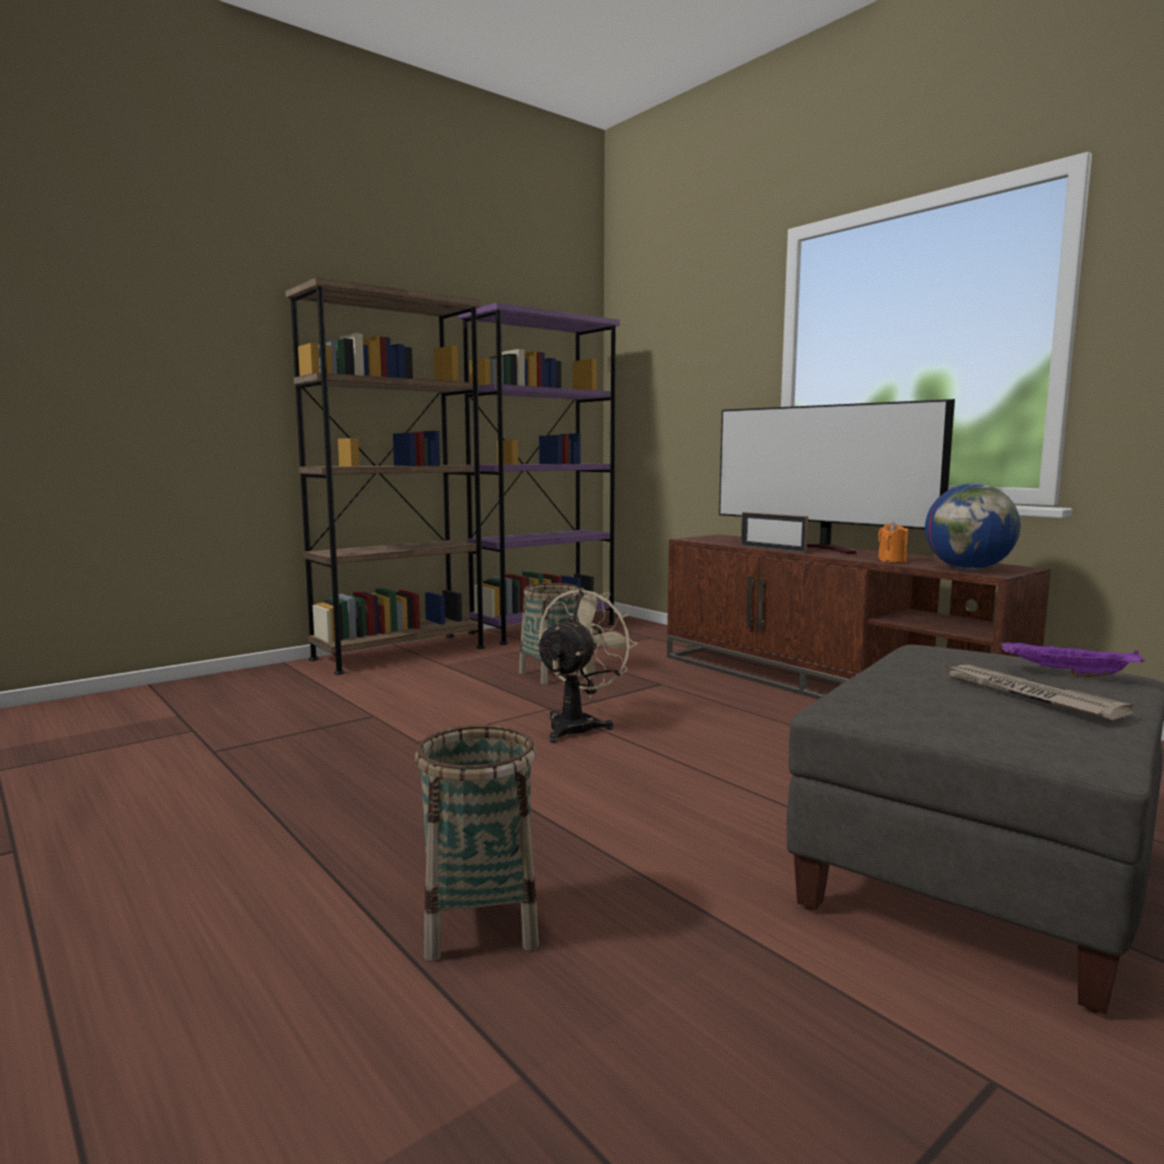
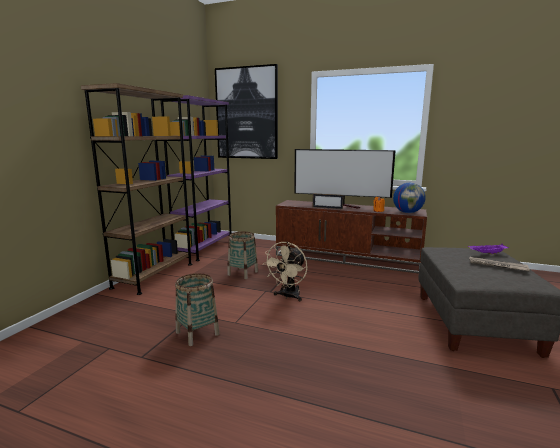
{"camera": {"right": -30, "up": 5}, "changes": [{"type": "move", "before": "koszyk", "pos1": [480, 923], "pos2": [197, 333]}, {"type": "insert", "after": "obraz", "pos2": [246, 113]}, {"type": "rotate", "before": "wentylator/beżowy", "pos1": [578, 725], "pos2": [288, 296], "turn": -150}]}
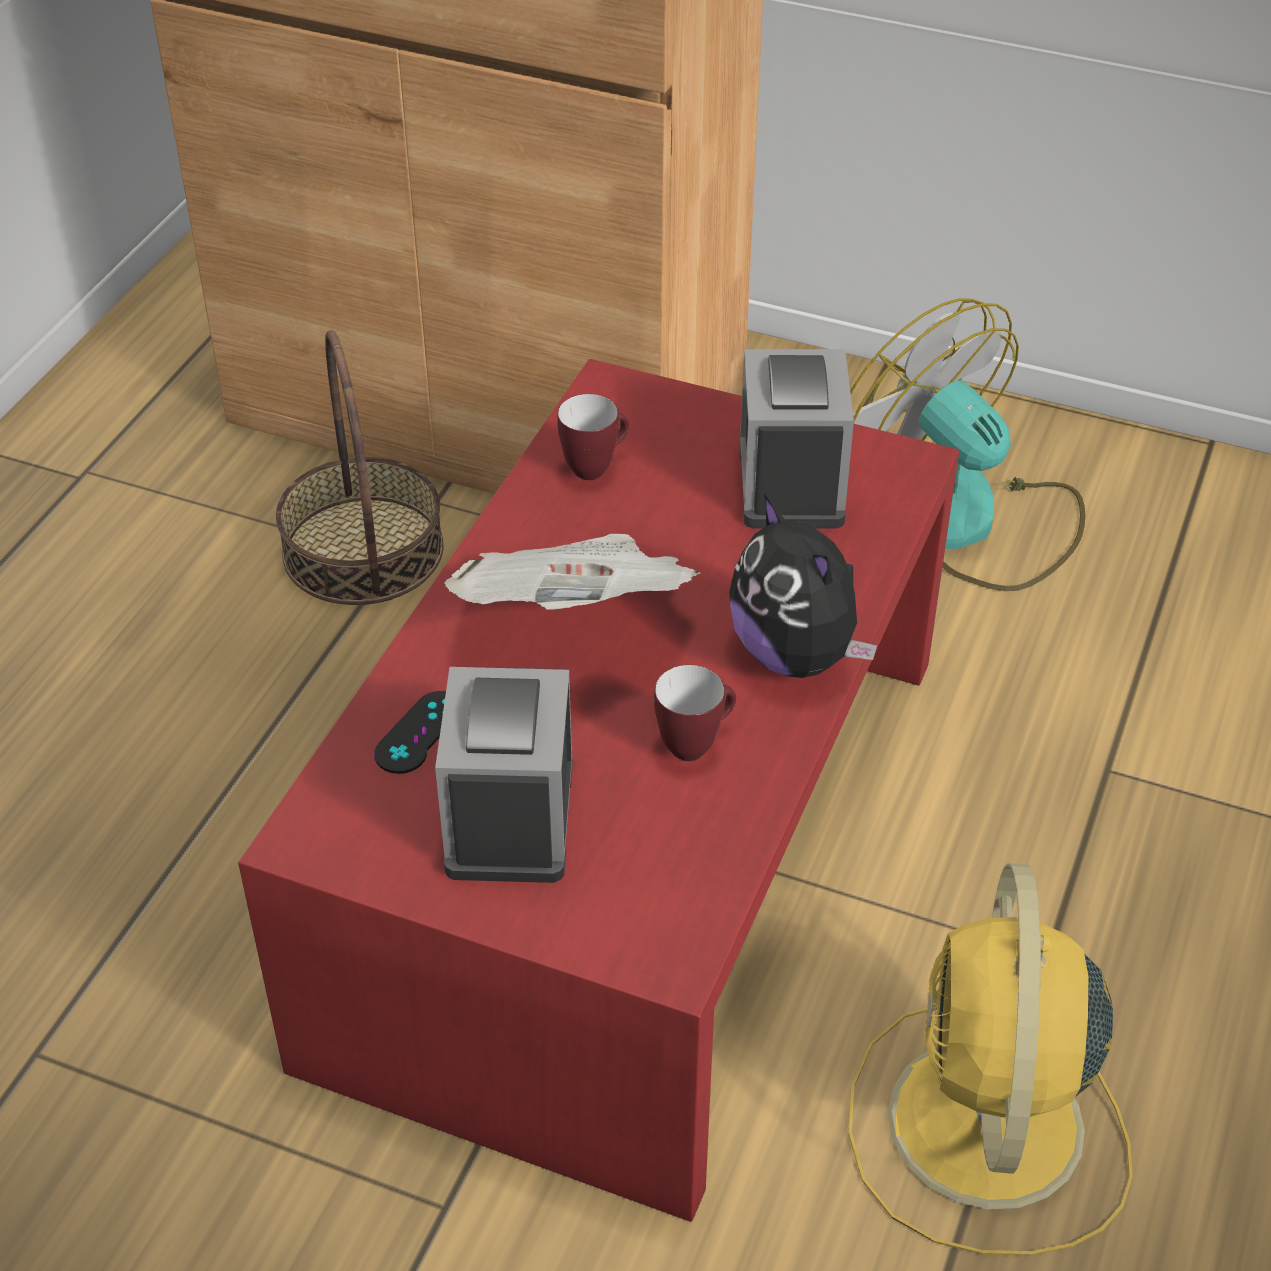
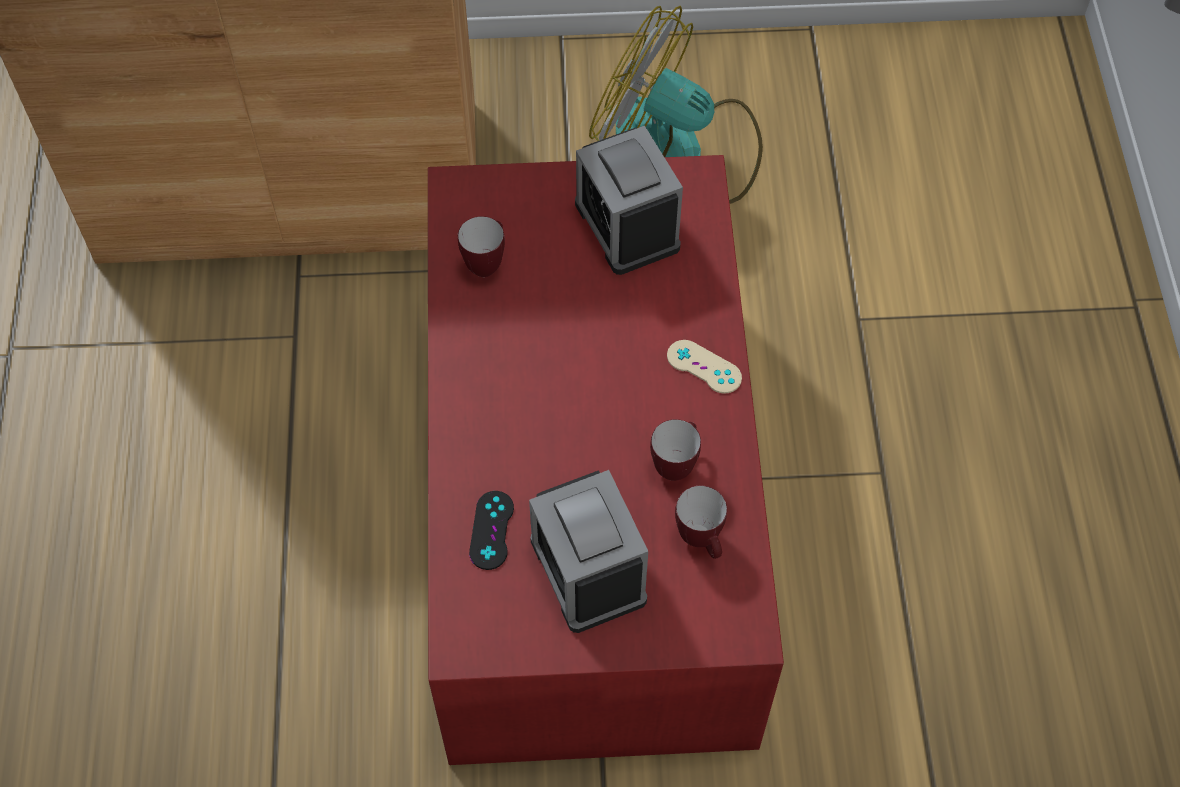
{"camera": {"right": -25, "up": 15}, "changes": [{"type": "replace", "before": "pluszak", "after": "pad do gier/beżowy", "pos1": [797, 654], "pos2": [704, 367]}, {"type": "insert", "after": "kubek", "pos2": [702, 541]}, {"type": "delete", "before": "koszyk", "pos1": [362, 550]}, {"type": "delete", "before": "gazeta", "pos1": [576, 620]}, {"type": "delete", "before": "wentylator/żółty", "pos1": [985, 1131]}]}
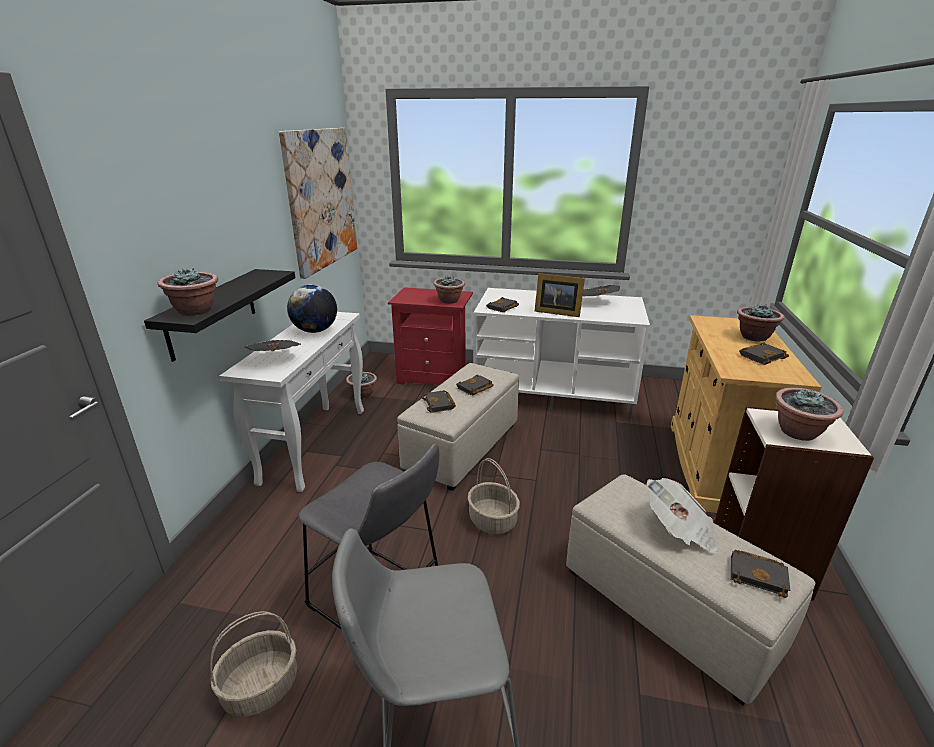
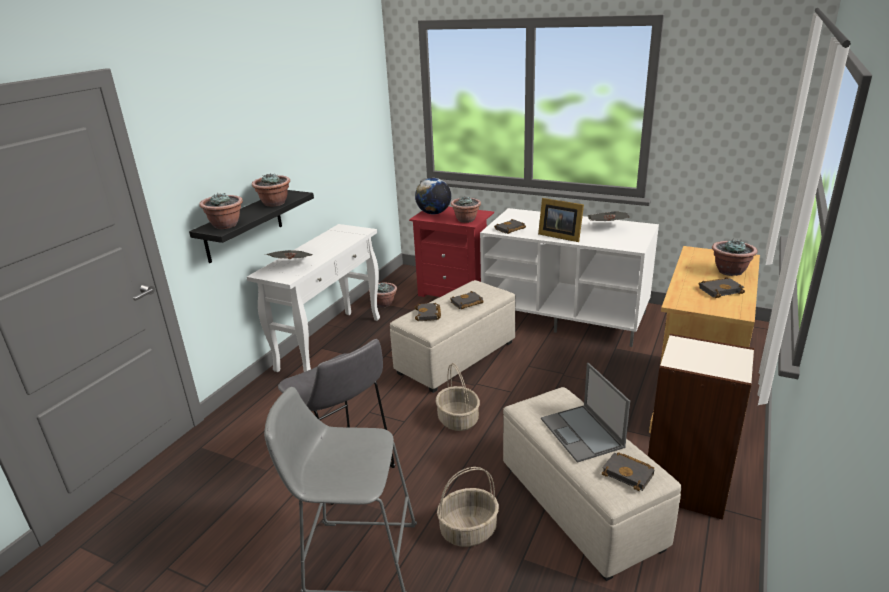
{"camera": {"right": 15, "up": 0}, "changes": [{"type": "move", "before": "roślina doniczkowa", "pos1": [798, 432], "pos2": [274, 203]}, {"type": "move", "before": "globus", "pos1": [315, 331], "pos2": [434, 213]}, {"type": "move", "before": "koszyk", "pos1": [261, 686], "pos2": [469, 530]}, {"type": "replace", "before": "gazeta", "after": "laptop", "pos1": [679, 530], "pos2": [582, 433]}, {"type": "delete", "before": "obraz", "pos1": [321, 199]}]}
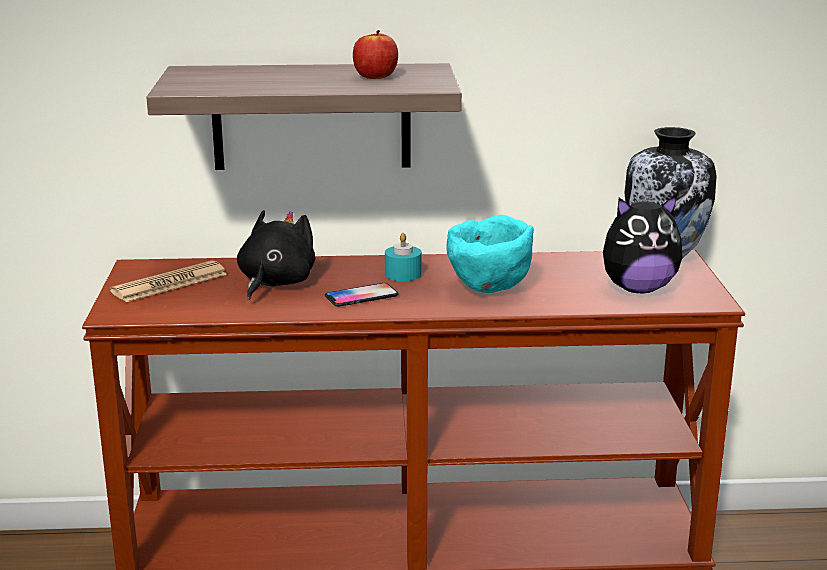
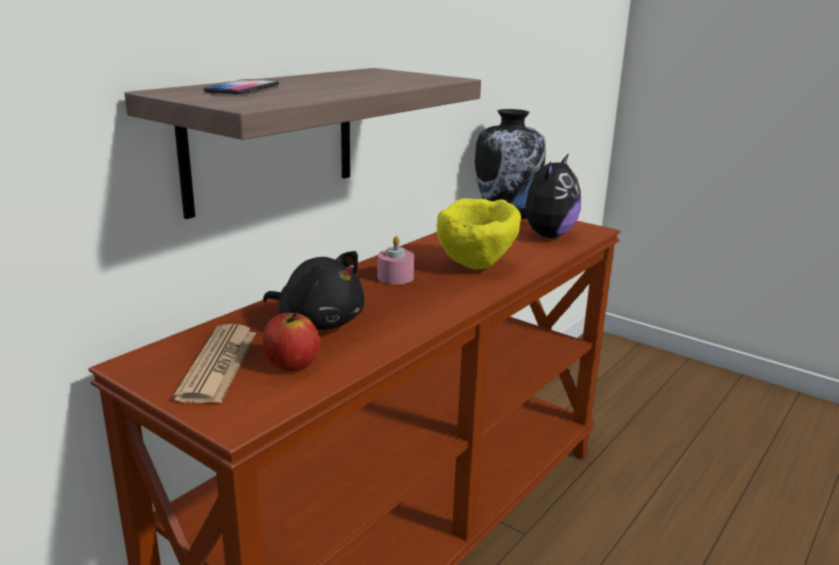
{"camera": {"right": -50, "up": 0}, "changes": [{"type": "move", "before": "telefon", "pos1": [361, 296], "pos2": [243, 89]}, {"type": "rotate", "before": "pluszak/czarny", "pos1": [275, 283], "pos2": [318, 322], "turn": 150}, {"type": "move", "before": "jabłko", "pos1": [375, 76], "pos2": [291, 364]}, {"type": "recolor", "before": "świeca/turkusowy", "after": "świeca/różowy", "pos1": [403, 274], "pos2": [395, 277]}, {"type": "recolor", "before": "miska/turkusowy", "after": "miska/żółty", "pos1": [489, 289], "pos2": [476, 266]}]}
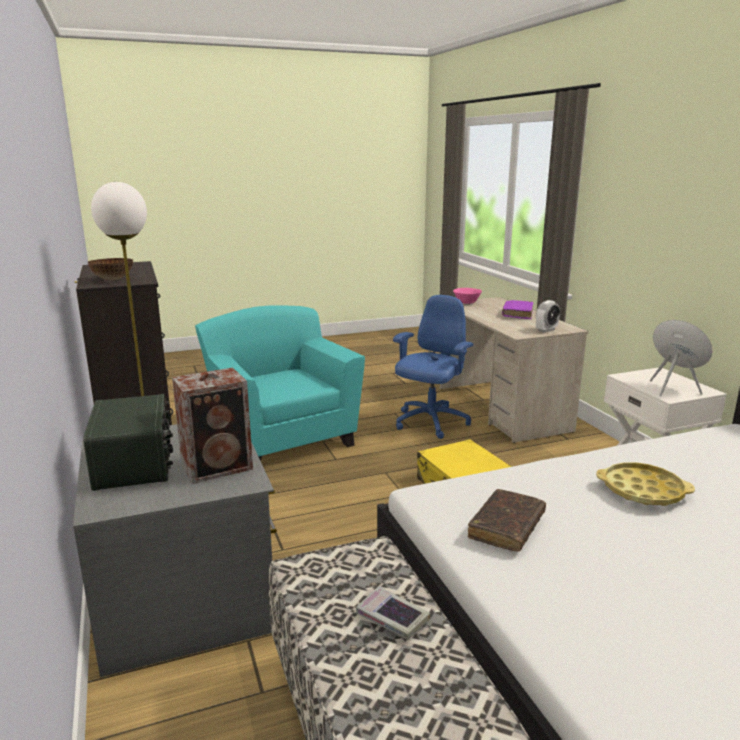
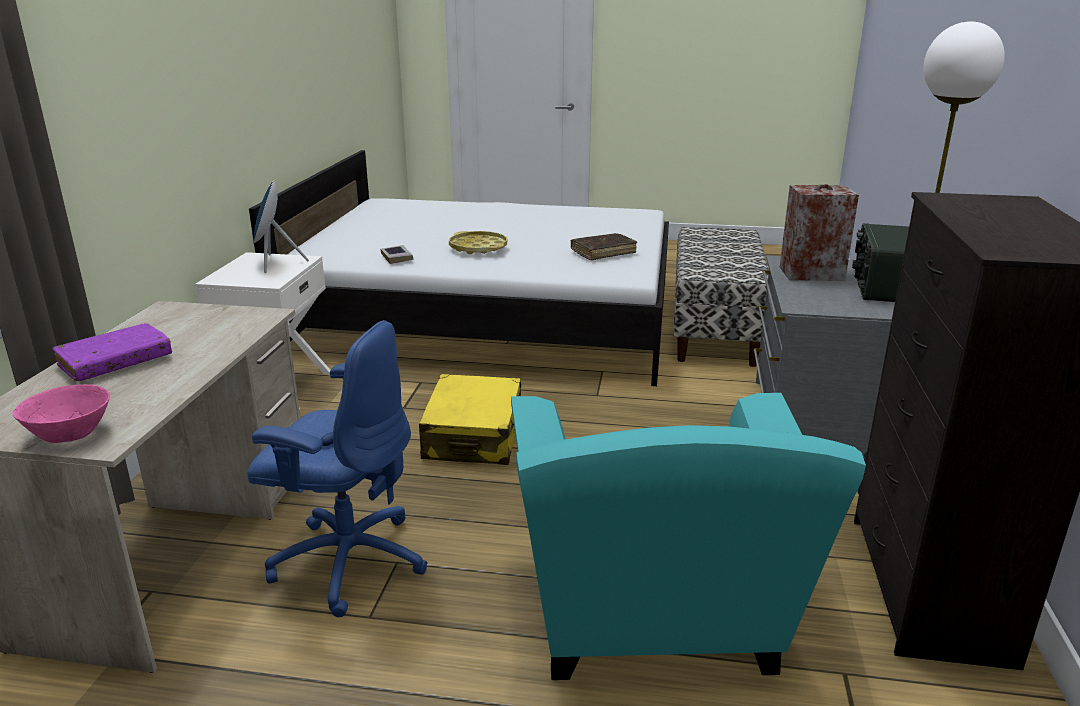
{"camera": {"right": -150, "up": 5}, "changes": [{"type": "rotate", "before": "krzesło biurowe/niebieski", "pos1": [430, 422], "pos2": [348, 561], "turn": -135}, {"type": "move", "before": "książka", "pos1": [392, 618], "pos2": [397, 257]}, {"type": "delete", "before": "miska", "pos1": [113, 279]}, {"type": "delete", "before": "budzik", "pos1": [546, 330]}]}
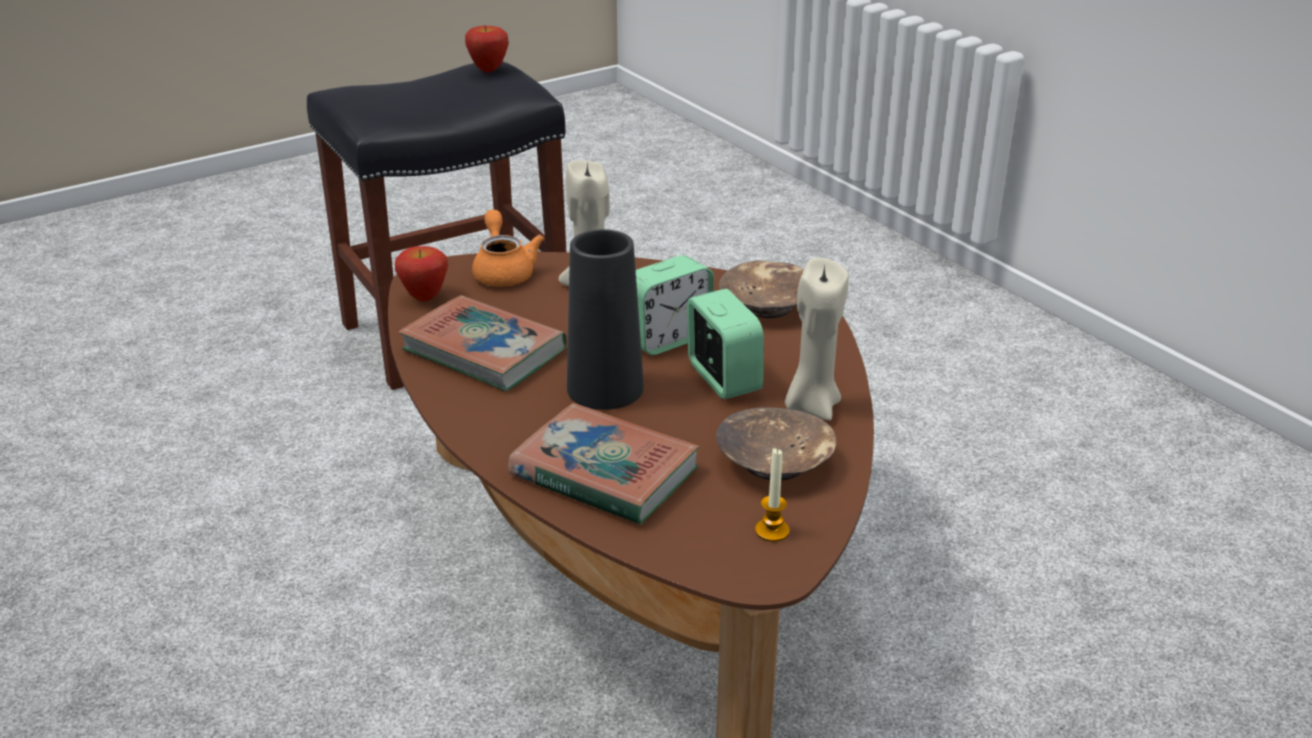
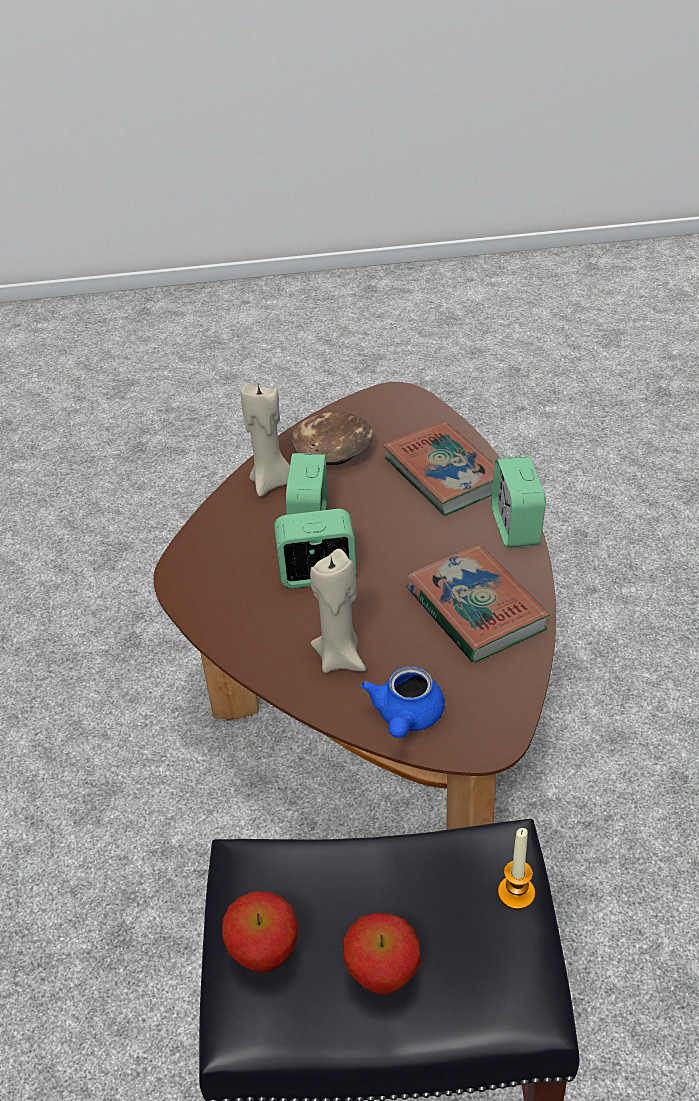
{"camera": {"right": -150, "up": 10}, "changes": [{"type": "move", "before": "jabłko", "pos1": [425, 297], "pos2": [383, 978]}, {"type": "recolor", "before": "imbryk/pomarańczowy", "after": "imbryk/niebieski", "pos1": [504, 271], "pos2": [406, 718]}, {"type": "insert", "after": "budzik", "pos2": [515, 527]}, {"type": "move", "before": "świeca", "pos1": [772, 531], "pos2": [516, 893]}, {"type": "delete", "before": "wazon/czarny", "pos1": [605, 388]}, {"type": "delete", "before": "miska/brązowy", "pos1": [768, 305]}]}
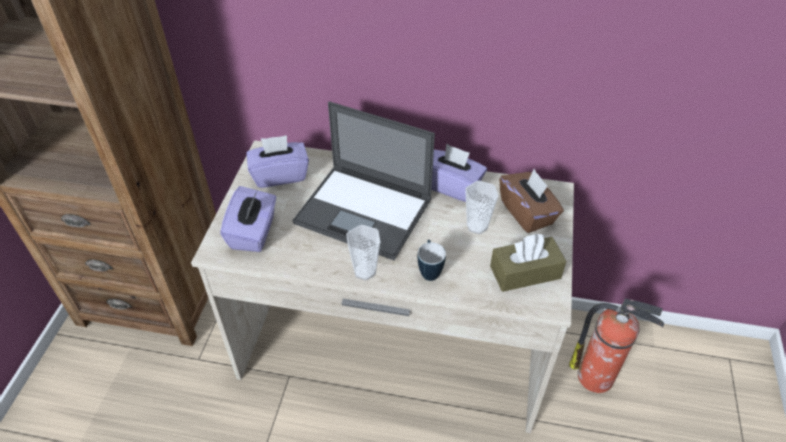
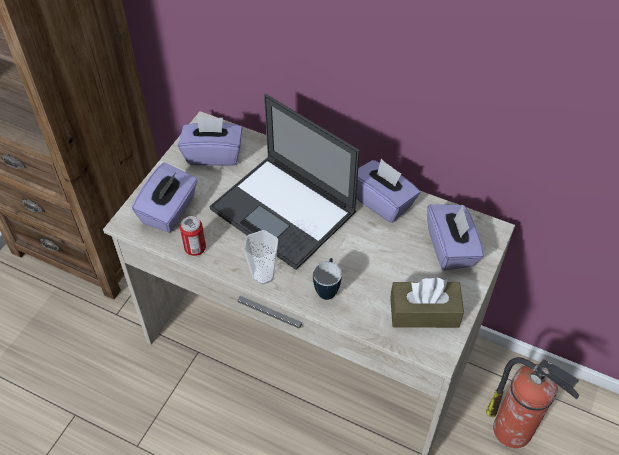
{"camera": {"right": 15, "up": 5}, "changes": [{"type": "insert", "after": "puszka", "pos2": [195, 248]}, {"type": "recolor", "before": "pudełko chusteczek/brązowy", "after": "pudełko chusteczek/fioletowy", "pos1": [527, 213], "pos2": [451, 248]}, {"type": "delete", "before": "filiżanka", "pos1": [477, 226]}]}
